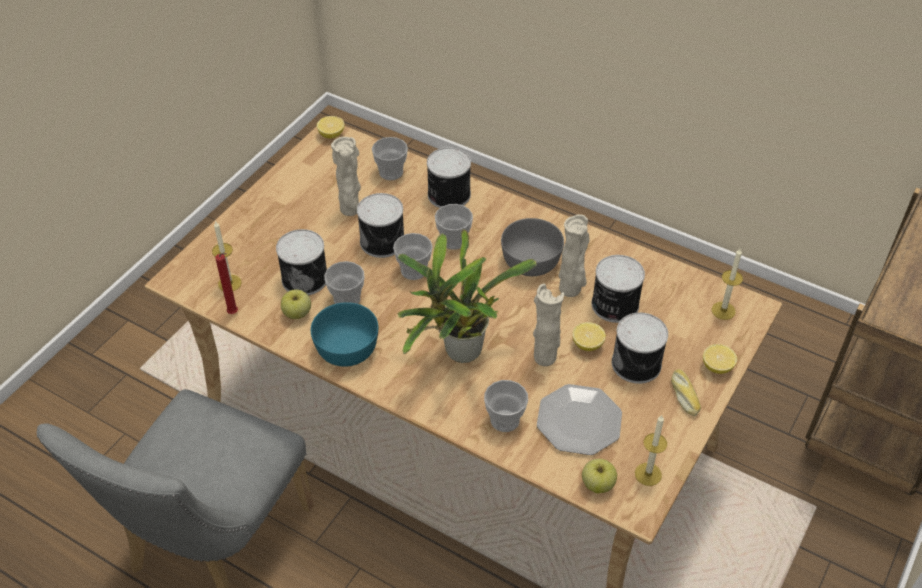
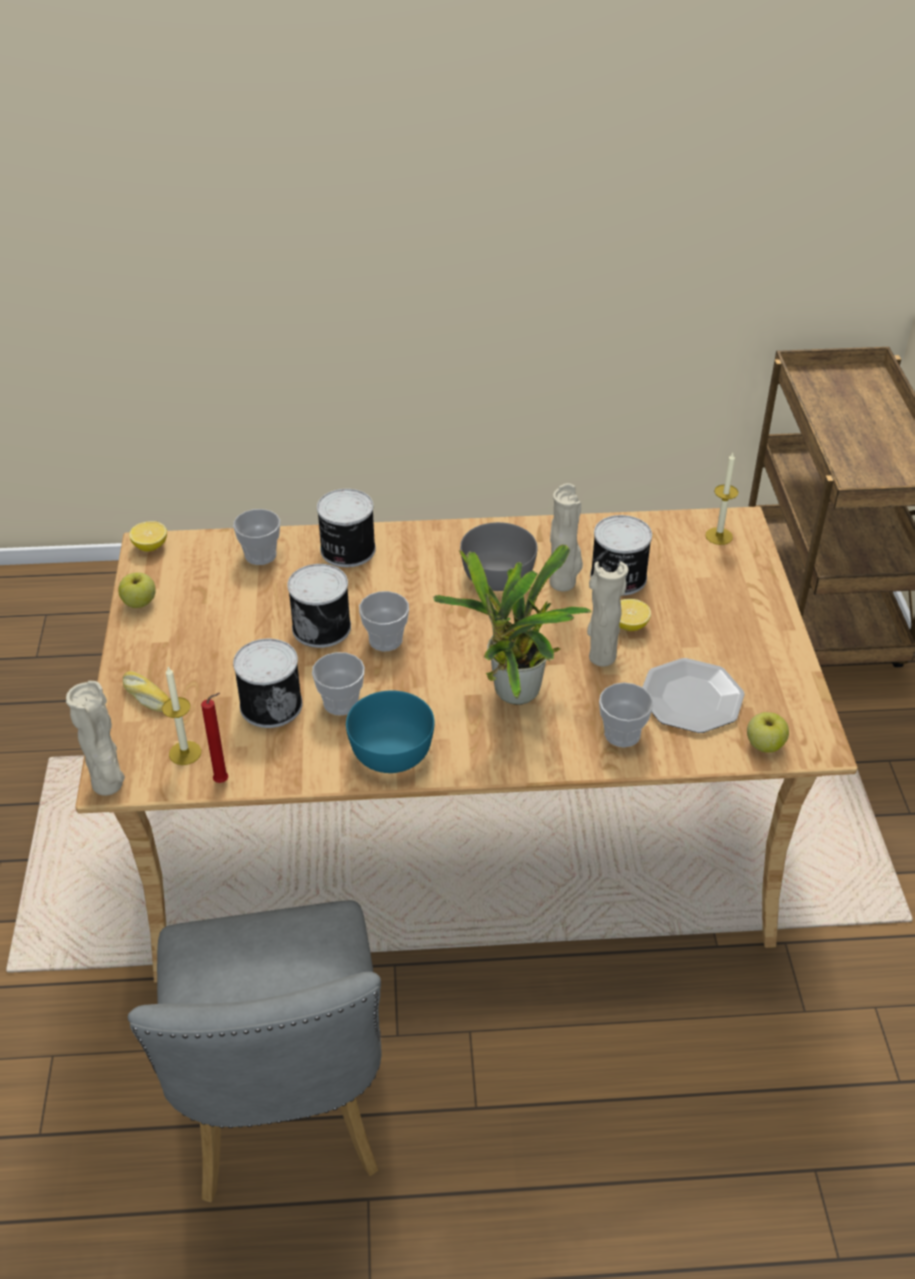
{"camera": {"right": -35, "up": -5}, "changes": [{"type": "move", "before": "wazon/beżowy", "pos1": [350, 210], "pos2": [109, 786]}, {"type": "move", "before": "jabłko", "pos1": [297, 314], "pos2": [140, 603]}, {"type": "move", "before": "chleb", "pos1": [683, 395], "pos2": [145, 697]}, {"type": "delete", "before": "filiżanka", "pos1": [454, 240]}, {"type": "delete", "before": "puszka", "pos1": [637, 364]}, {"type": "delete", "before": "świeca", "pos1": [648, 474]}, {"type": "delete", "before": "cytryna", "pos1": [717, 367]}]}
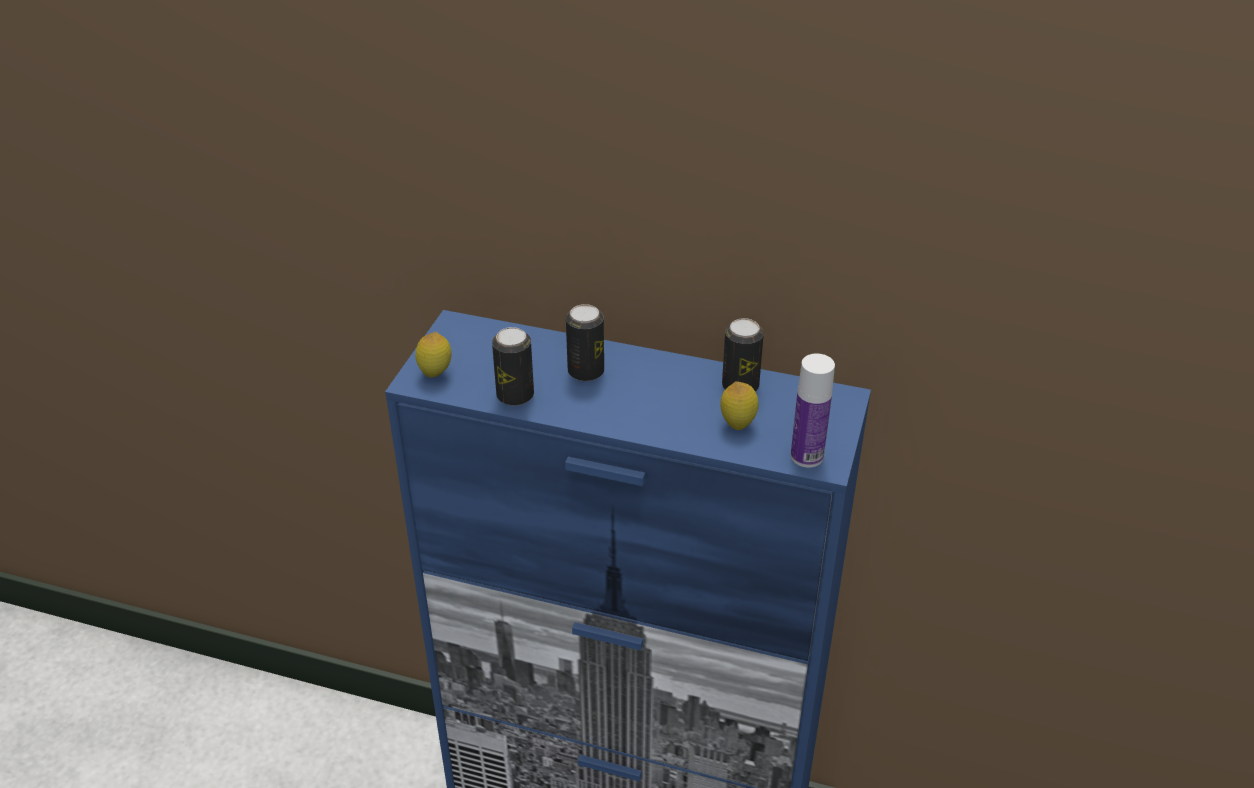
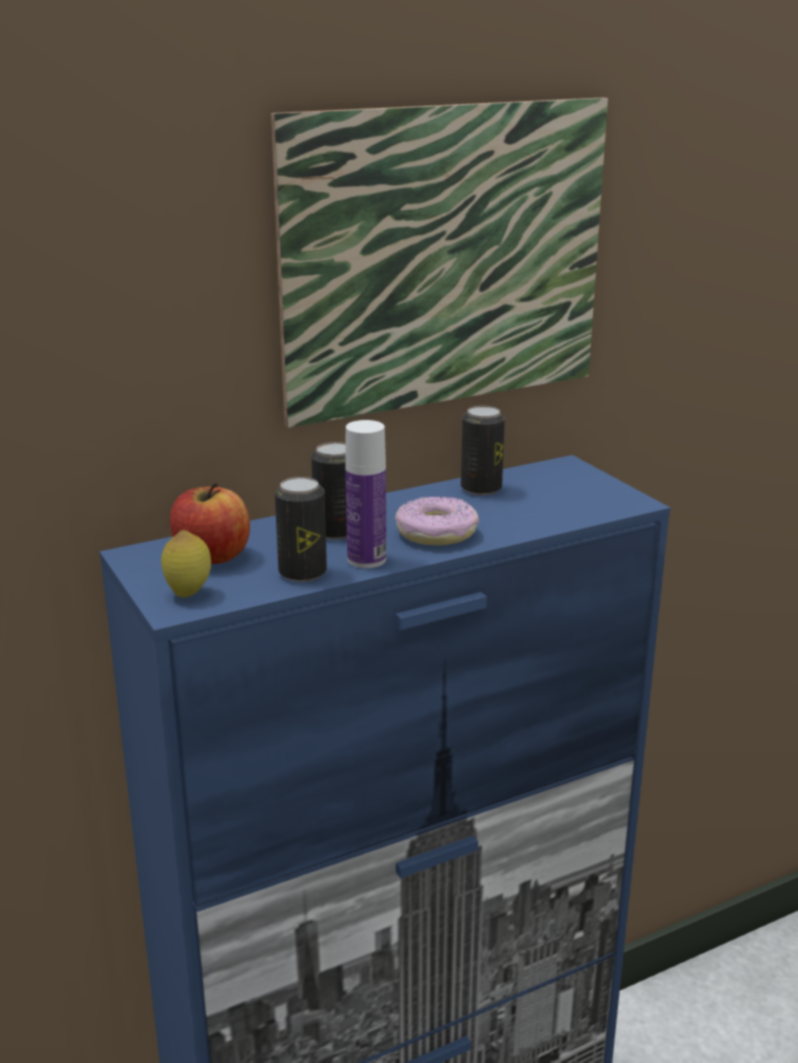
{"camera": {"right": -45, "up": -15}, "changes": [{"type": "insert", "after": "jabłko", "pos2": [212, 556]}, {"type": "insert", "after": "obraz", "pos2": [445, 259]}, {"type": "move", "before": "butelka", "pos1": [807, 456], "pos2": [366, 559]}, {"type": "insert", "after": "donut", "pos2": [436, 533]}, {"type": "delete", "before": "cytryna", "pos1": [737, 424]}]}
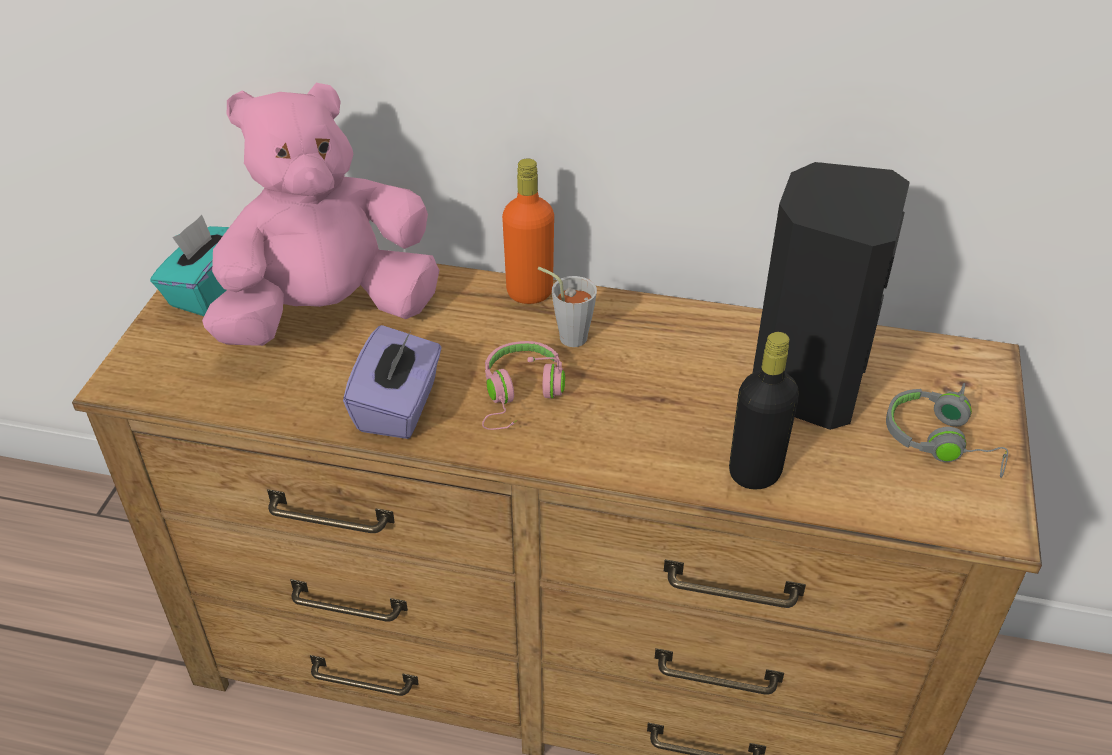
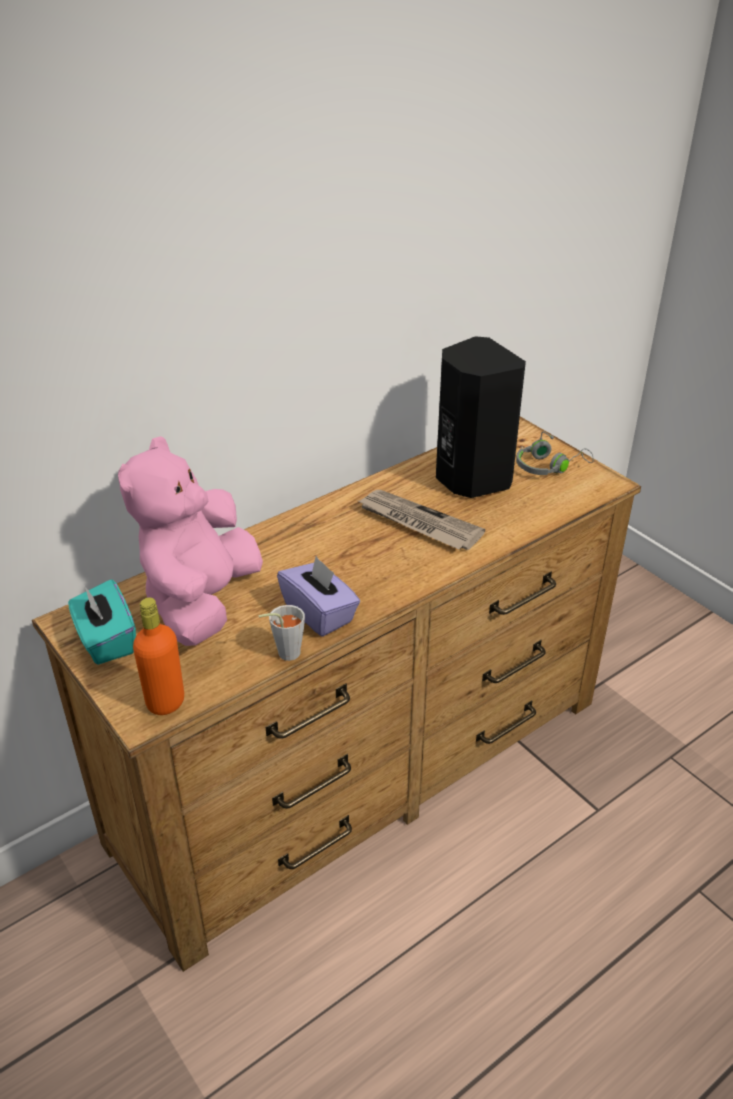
{"camera": {"right": -50, "up": -5}, "changes": [{"type": "move", "before": "butelka/pomarańczowy", "pos1": [529, 292], "pos2": [165, 702]}, {"type": "move", "before": "filiżanka/szary", "pos1": [567, 335], "pos2": [284, 654]}, {"type": "insert", "after": "gazeta", "pos2": [418, 523]}, {"type": "delete", "before": "słuchawki/różowy", "pos1": [521, 395]}, {"type": "delete", "before": "butelka/czarny", "pos1": [754, 473]}]}
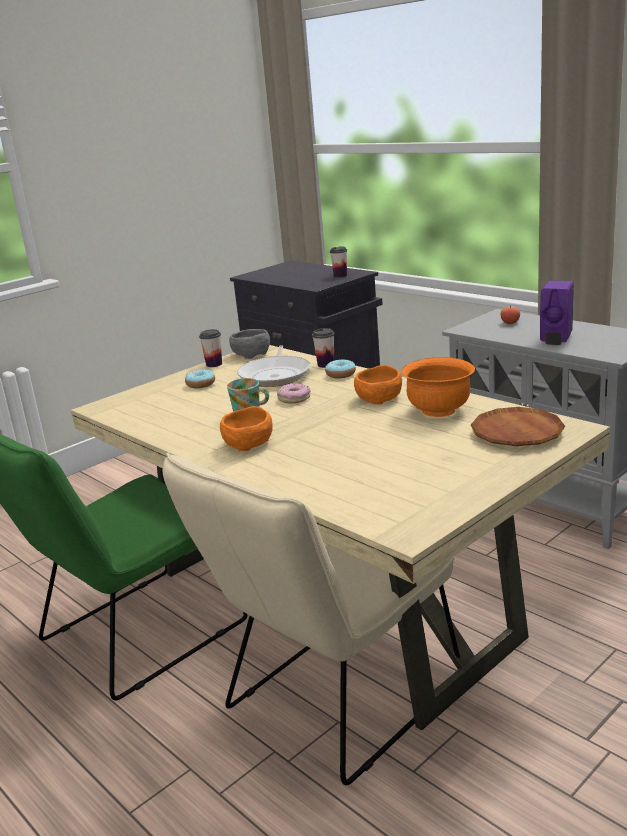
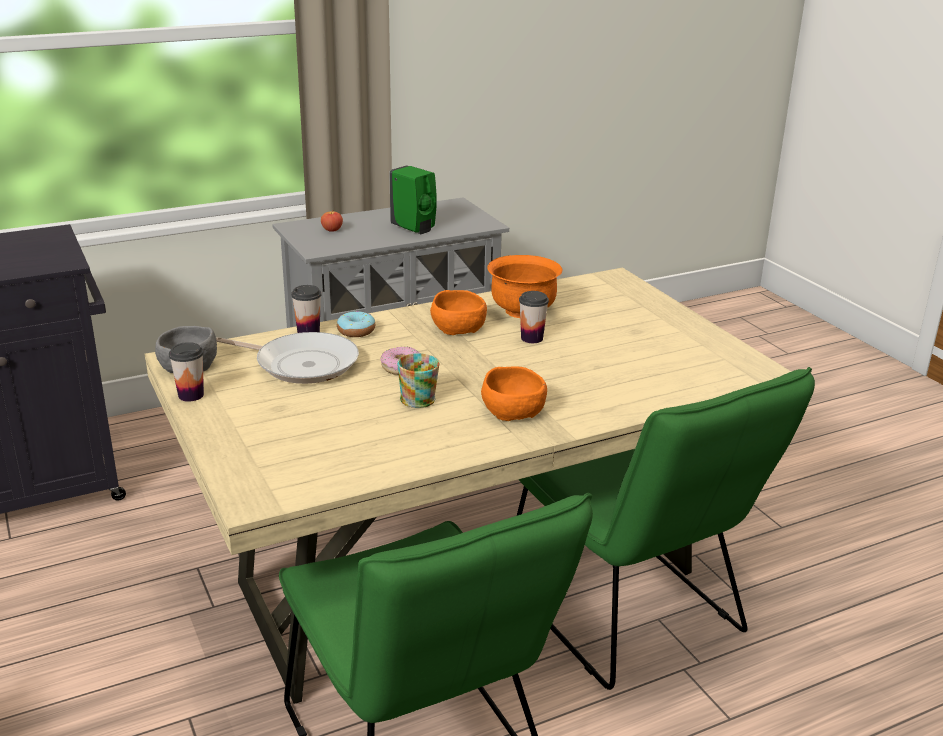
{"camera": {"right": -75, "up": 5}, "changes": [{"type": "recolor", "before": "dozownik mydła/fioletowy", "after": "dozownik mydła/zielony", "pos1": [556, 340], "pos2": [414, 229]}, {"type": "recolor", "before": "krzesło/beżowy", "after": "krzesło/zielony", "pos1": [333, 703], "pos2": [631, 616]}, {"type": "move", "before": "filiżanka", "pos1": [340, 275], "pos2": [532, 338]}, {"type": "delete", "before": "donut", "pos1": [200, 384]}, {"type": "delete", "before": "talerz/brązowy", "pos1": [517, 433]}]}
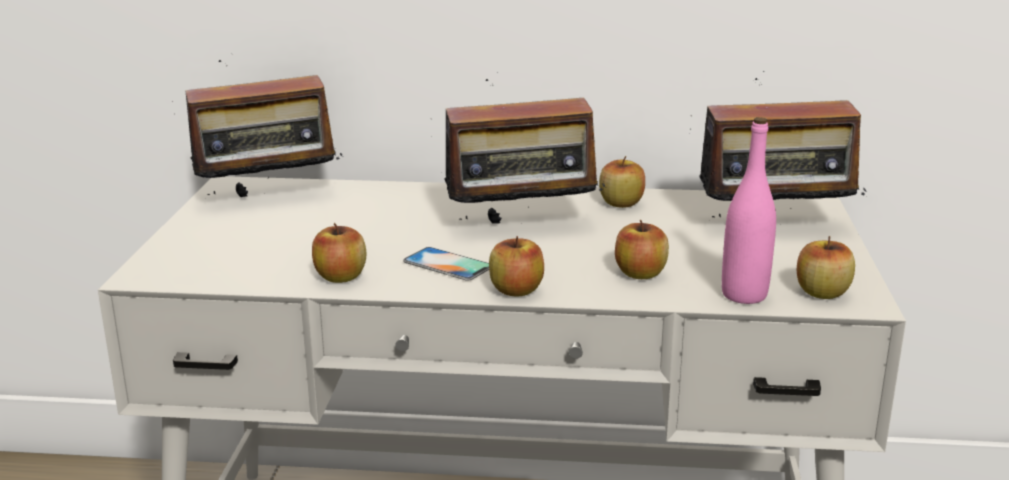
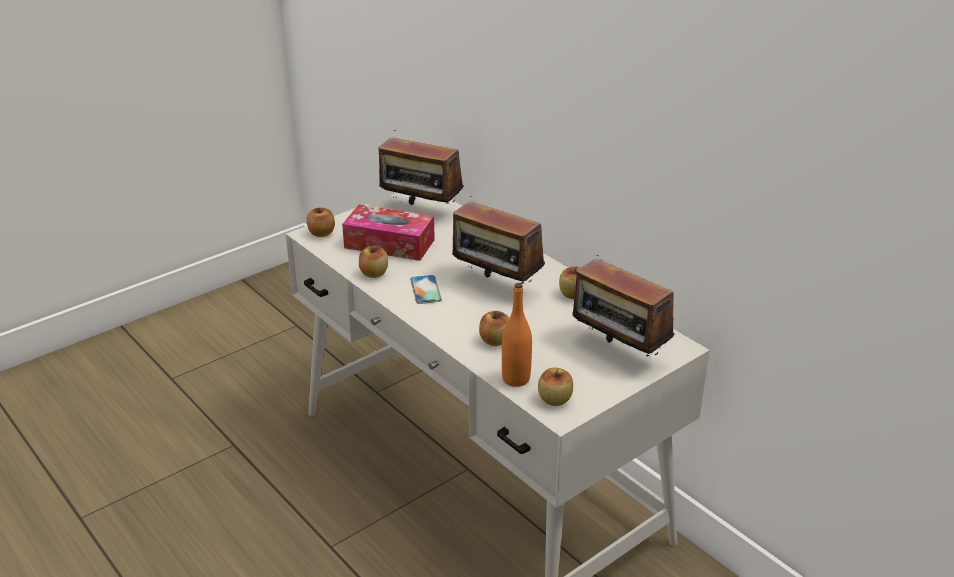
{"camera": {"right": 45, "up": 10}, "changes": [{"type": "move", "before": "jabłko", "pos1": [516, 290], "pos2": [321, 233]}, {"type": "insert", "after": "pudełko chusteczek", "pos2": [389, 244]}, {"type": "recolor", "before": "butelka/różowy", "after": "butelka/pomarańczowy", "pos1": [744, 295], "pos2": [516, 379]}]}
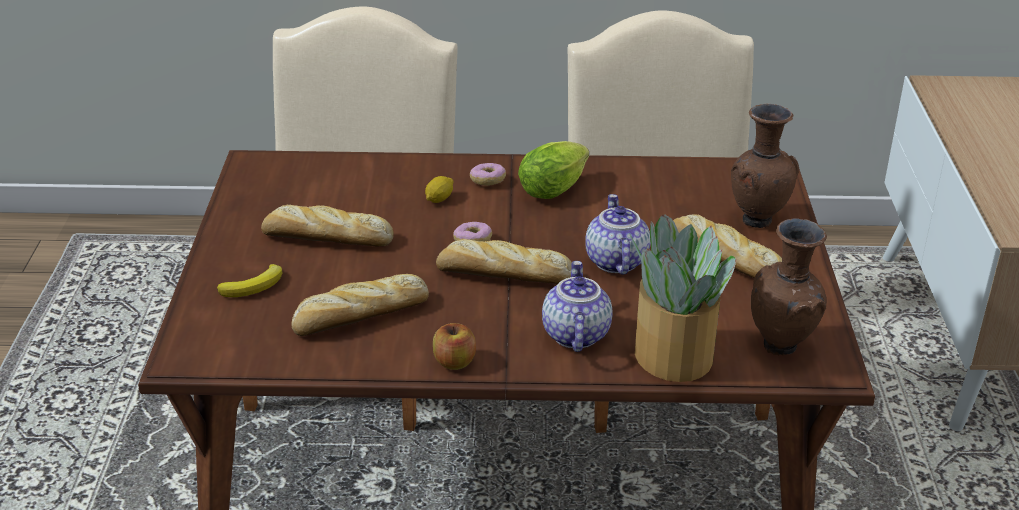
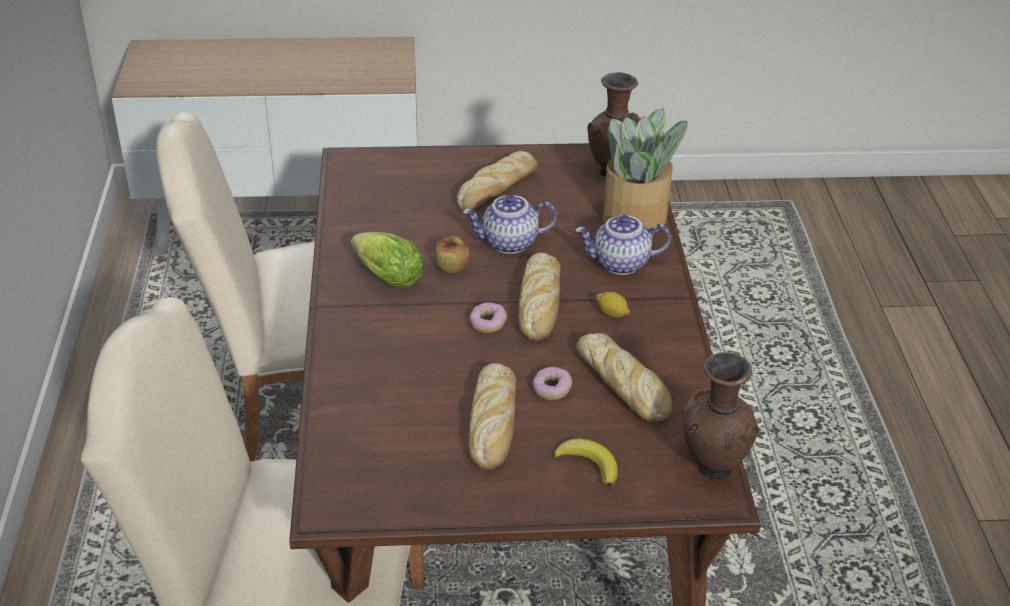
{"camera": {"right": -95, "up": 5}, "changes": [{"type": "move", "before": "jabłko", "pos1": [454, 362], "pos2": [452, 268]}, {"type": "move", "before": "donut", "pos1": [487, 181], "pos2": [551, 390]}, {"type": "move", "before": "cytryna", "pos1": [439, 199], "pos2": [612, 313]}, {"type": "move", "before": "wazon/brązowy", "pos1": [757, 220], "pos2": [711, 468]}]}
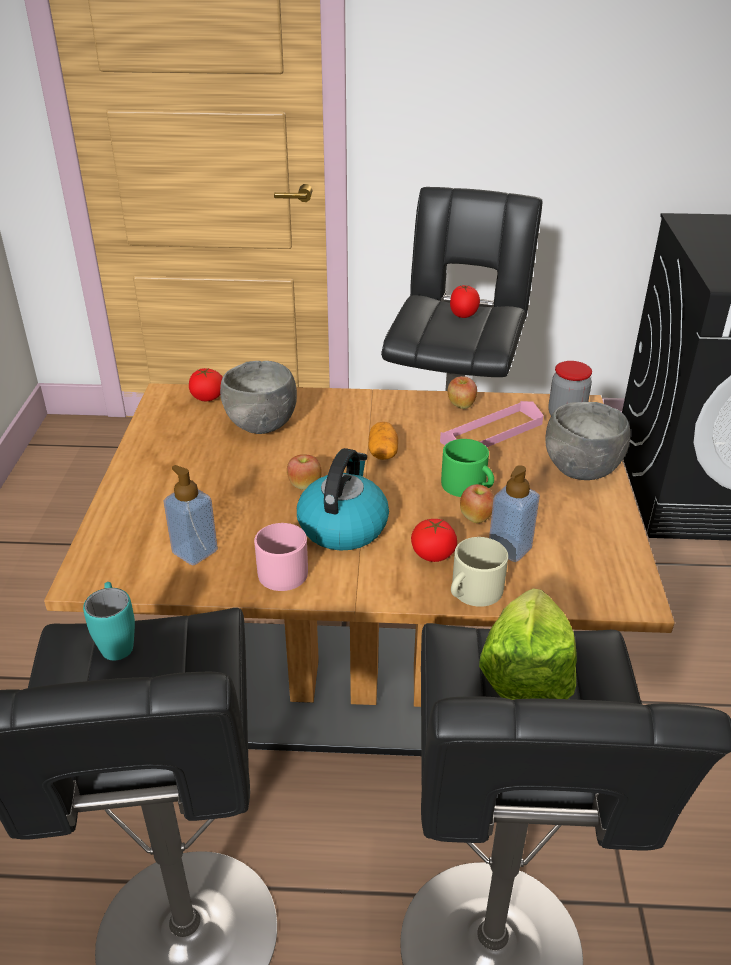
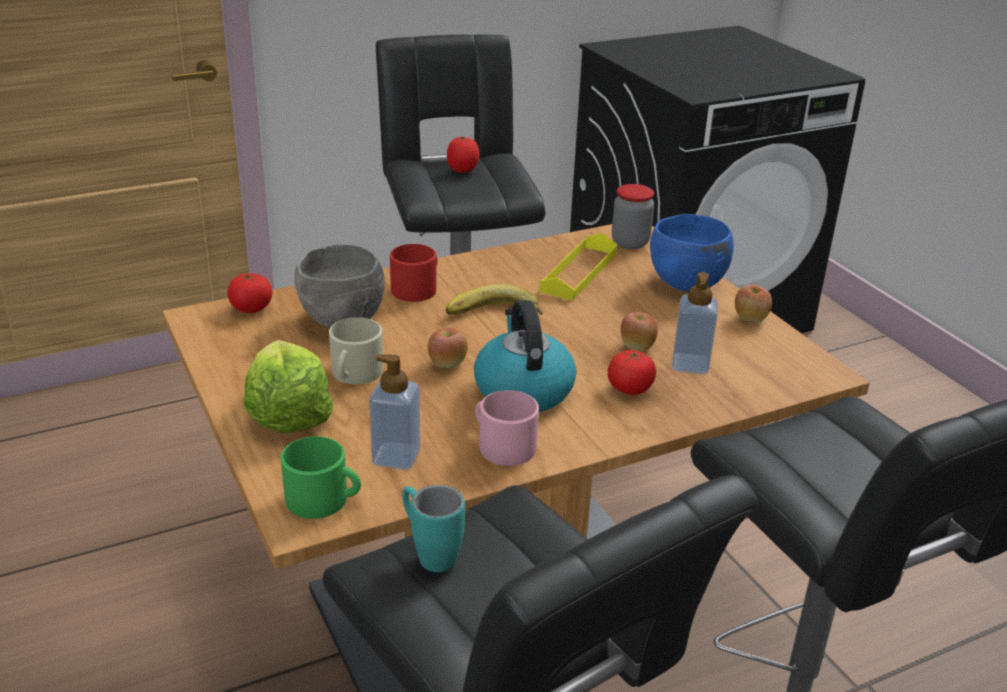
{"camera": {"right": -30, "up": -5}, "changes": [{"type": "move", "before": "sałata", "pos1": [525, 674], "pos2": [287, 413]}, {"type": "move", "before": "kubek/zielony", "pos1": [468, 486], "pos2": [324, 500]}, {"type": "move", "before": "kubek/beżowy", "pos1": [472, 592], "pos2": [354, 374]}, {"type": "insert", "after": "kubek/czerwony", "pos2": [417, 288]}, {"type": "replace", "before": "ziemniak", "after": "banan", "pos1": [382, 452], "pos2": [494, 314]}, {"type": "recolor", "before": "taca/różowy", "after": "taca/żółty", "pos1": [491, 433], "pos2": [579, 272]}, {"type": "recolor", "before": "miska/szary", "after": "miska/niebieski", "pos1": [580, 470], "pos2": [685, 284]}, {"type": "move", "before": "jabłko", "pos1": [461, 405], "pos2": [750, 319]}]}
